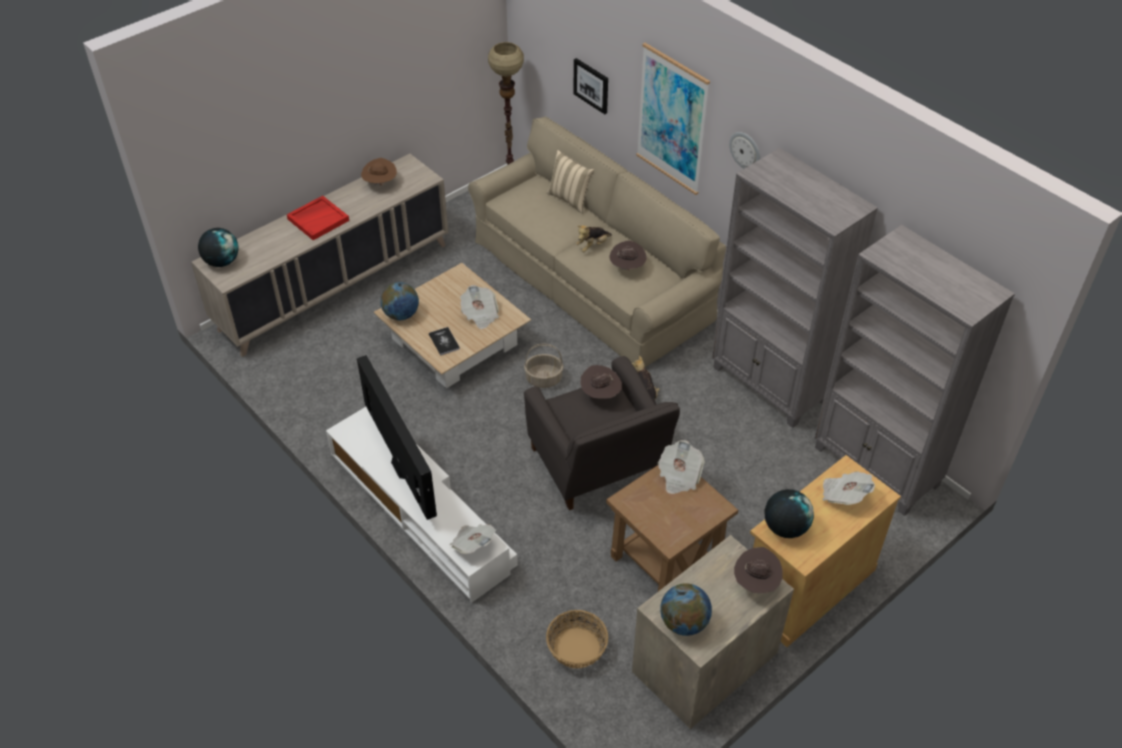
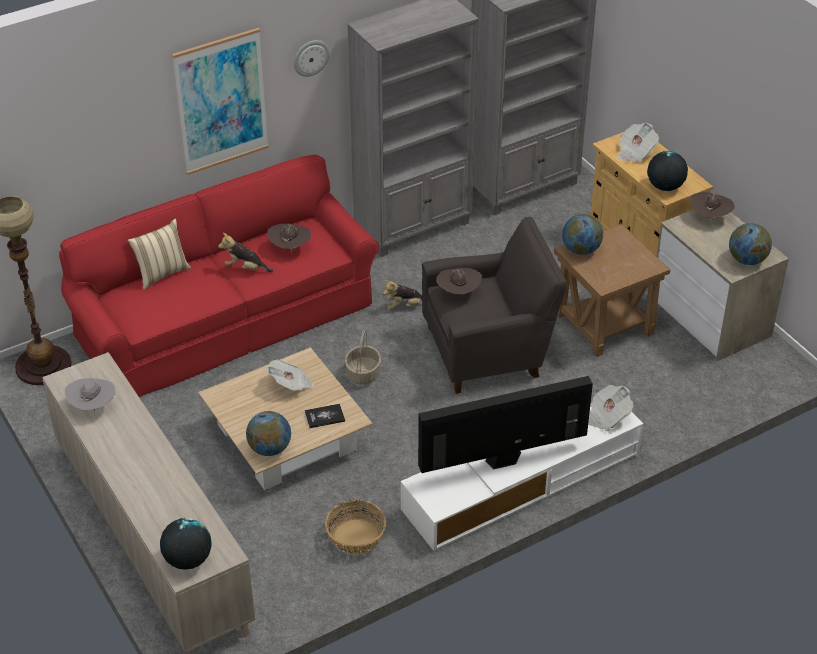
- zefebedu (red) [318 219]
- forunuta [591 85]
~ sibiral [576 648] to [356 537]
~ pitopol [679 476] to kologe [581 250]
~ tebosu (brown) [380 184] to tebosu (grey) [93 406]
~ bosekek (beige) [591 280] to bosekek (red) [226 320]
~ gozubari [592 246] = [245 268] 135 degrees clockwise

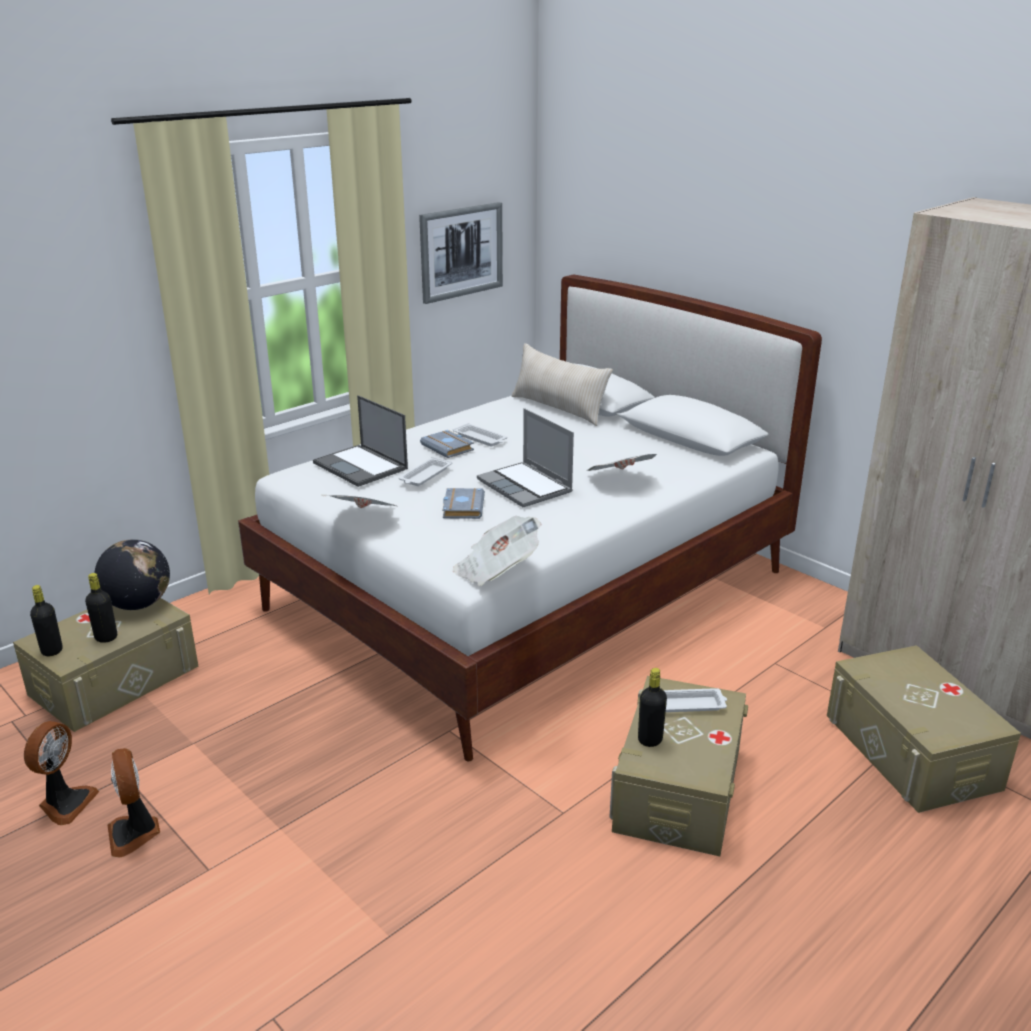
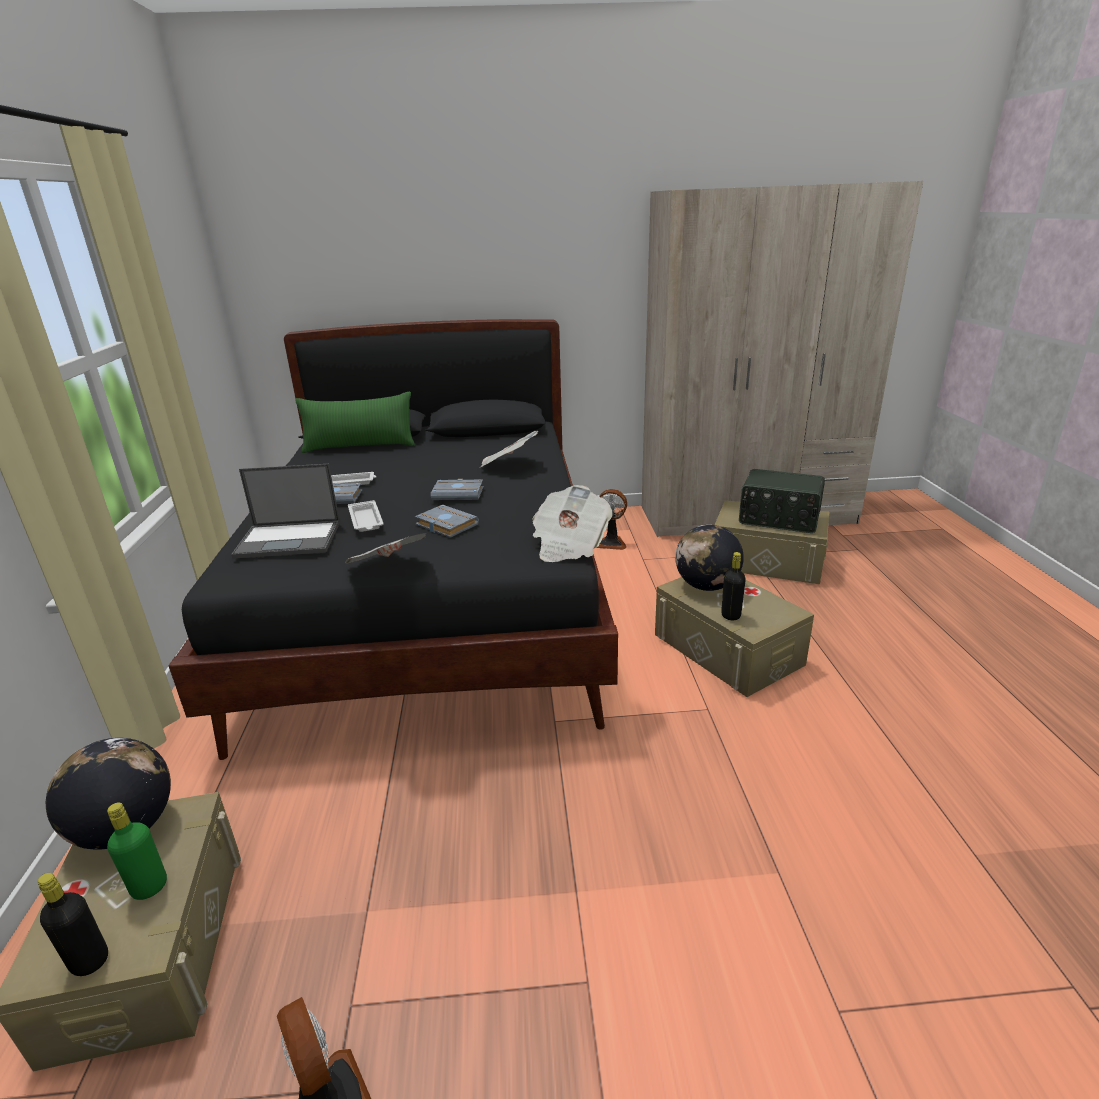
- forunuta [461 252]
+ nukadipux [779 519]
~ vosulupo [134 833] to [611 543]
~ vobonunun [526 486] to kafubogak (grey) [459 493]
~ zefebedu (white) [689 704] to kologe [706 586]
~ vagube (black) [106 637] to vagube (green) [149 887]
~ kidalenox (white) [529 590] to kidalenox (black) [434 604]
~ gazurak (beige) [558 409] to gazurak (green) [360 447]

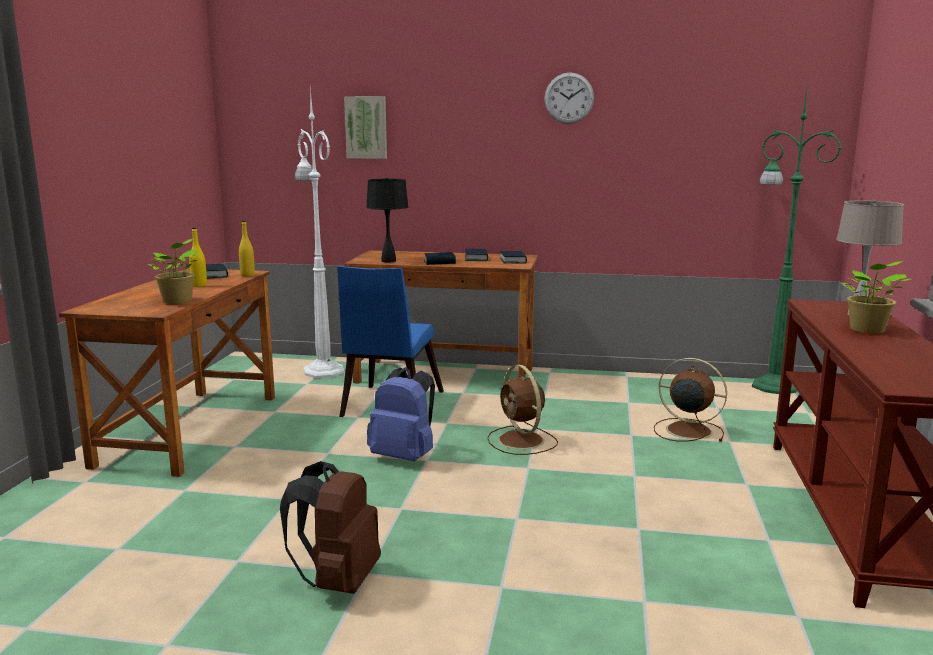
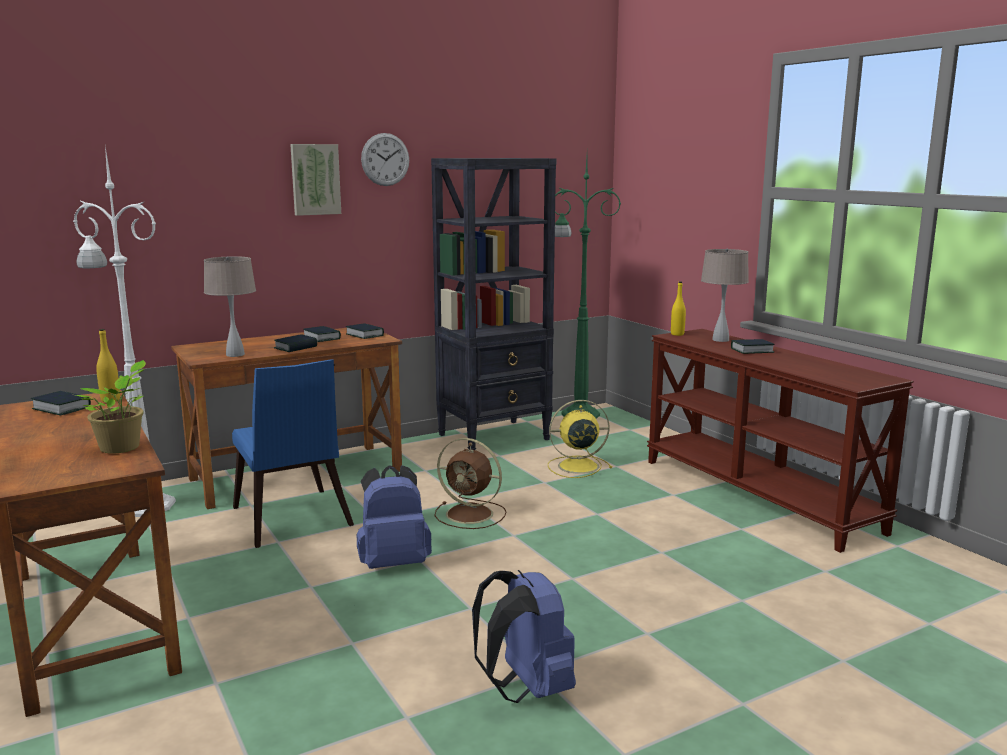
+ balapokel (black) [495 437]
~ vagube (yellow) [199 285] to [677 334]
~ forunuta [366 127] to [315 179]
~ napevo [867 330] to kafubogak [752 350]
~ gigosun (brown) [337 581] to gigosun (blue) [526 689]
~ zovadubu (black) [388 261] to zovadubu (beige) [235 354]
~ vosulupo (brown) [686 430] to vosulupo (yellow) [576 466]

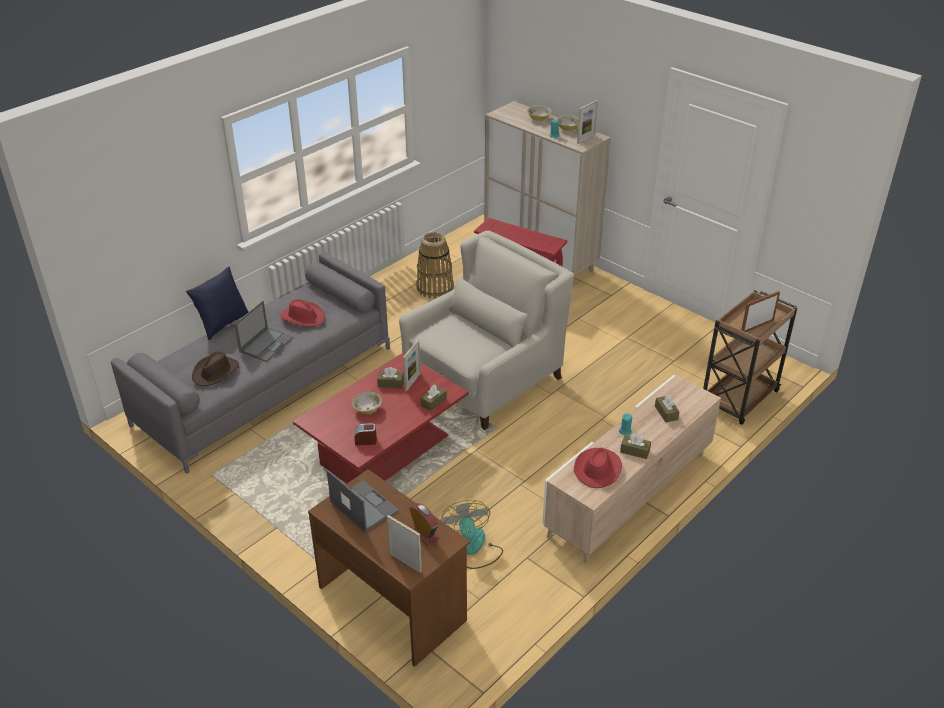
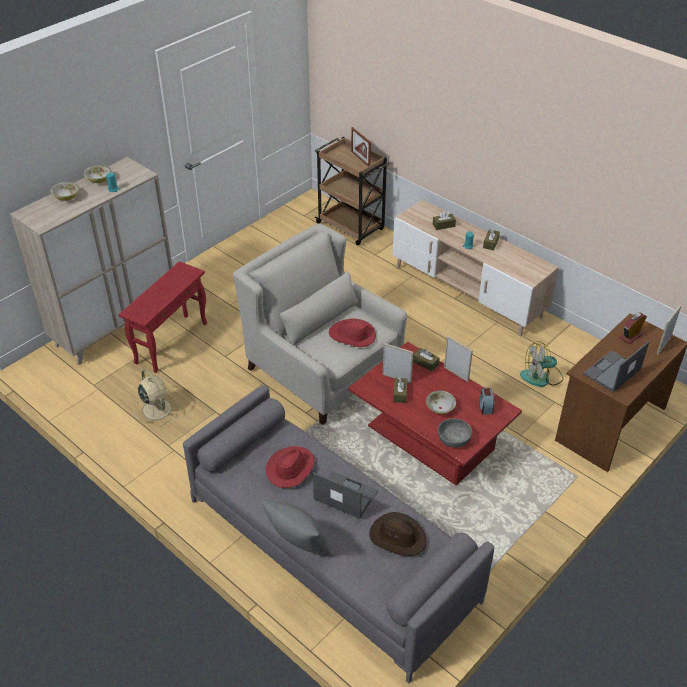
+ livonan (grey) [453 439]
~ tebosu (red) [597 469] to [352 335]
~ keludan [586 139] to [456 374]
~ sibiral [435 288] to vosulupo (beige) [156 408]
~ gazurak (blue) [222 324] to gazurak (grey) [298 548]

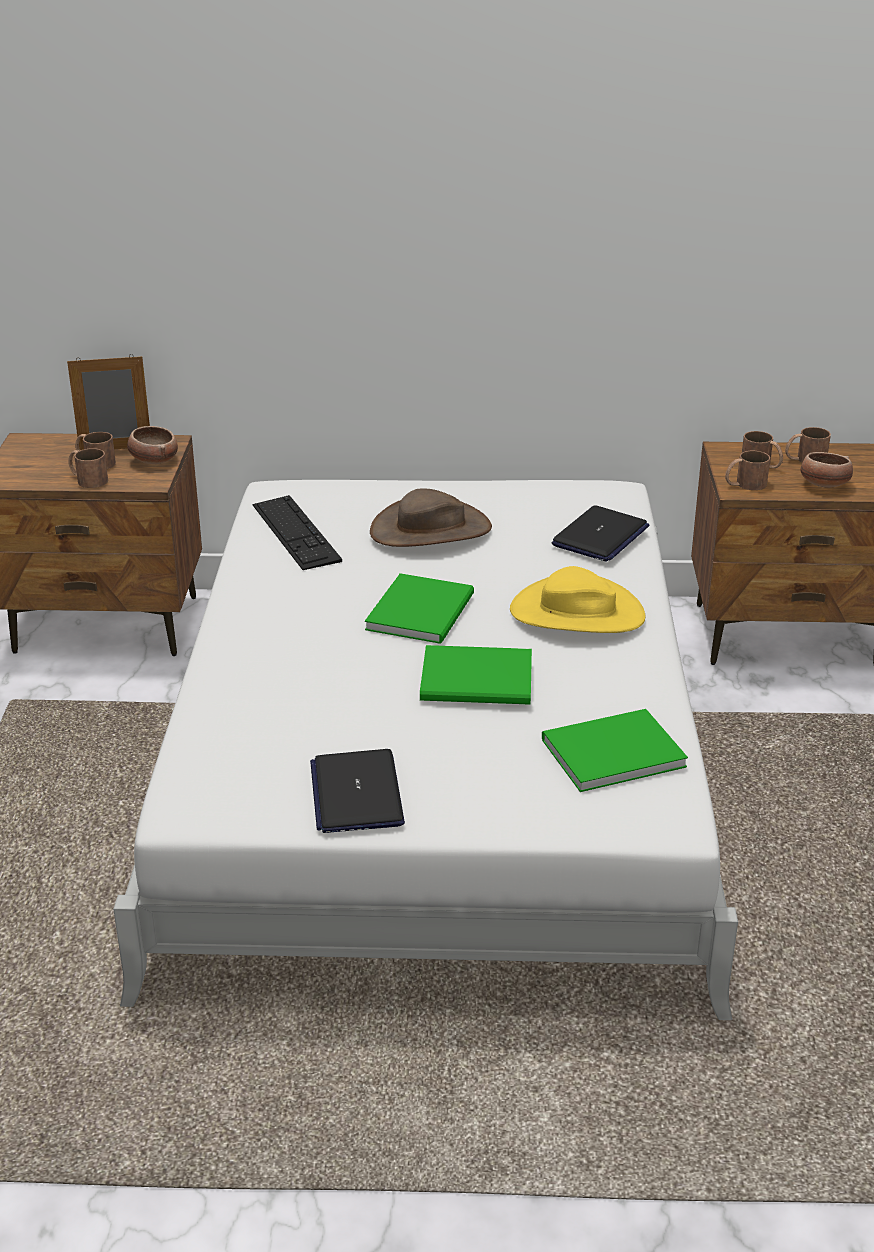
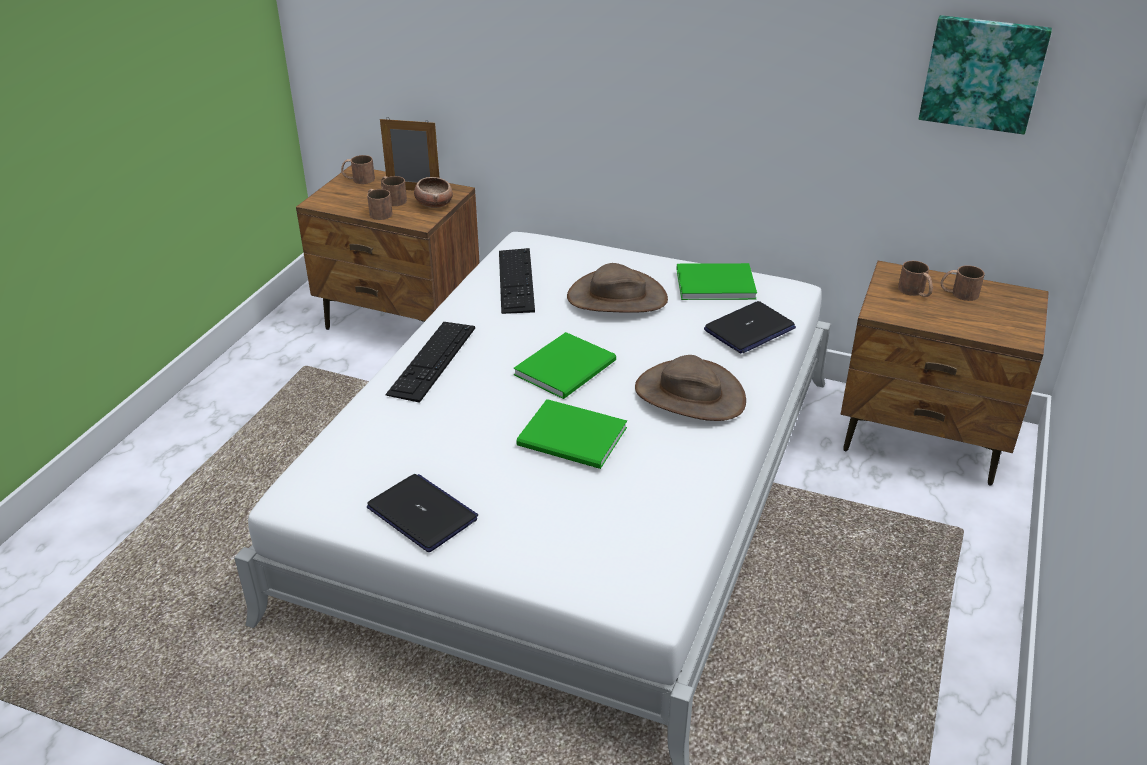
- livonan [823 485]
+ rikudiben [432 360]
+ forunuta [983 73]
~ kafubogak (green) [608 752] to [712 283]
~ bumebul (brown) [744 484] to [358 179]
~ tebosu (yellow) [576 613] to tebosu (brown) [689 395]
~ vobonunun [356 793] = [423 514] 120 degrees clockwise

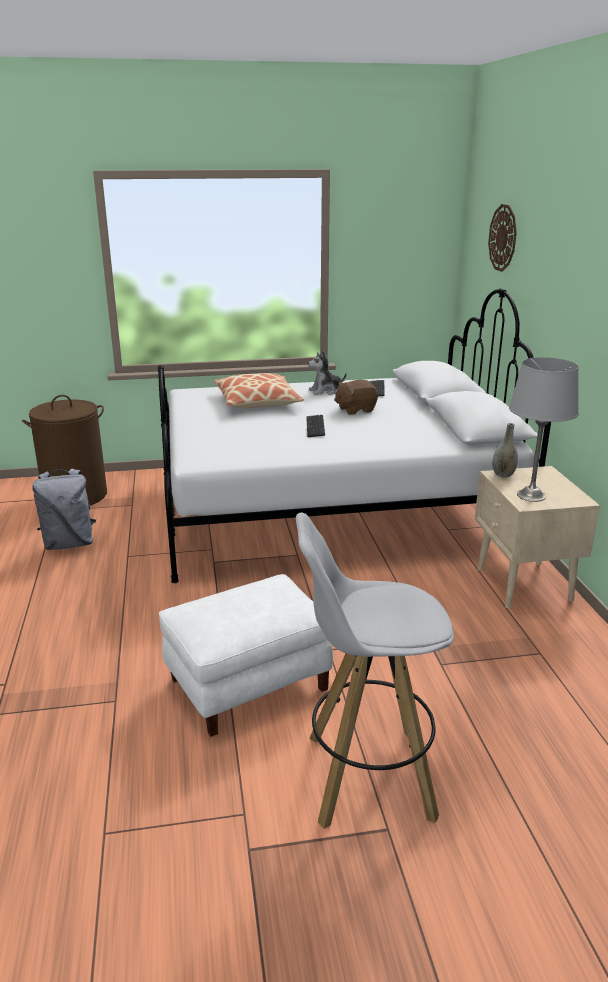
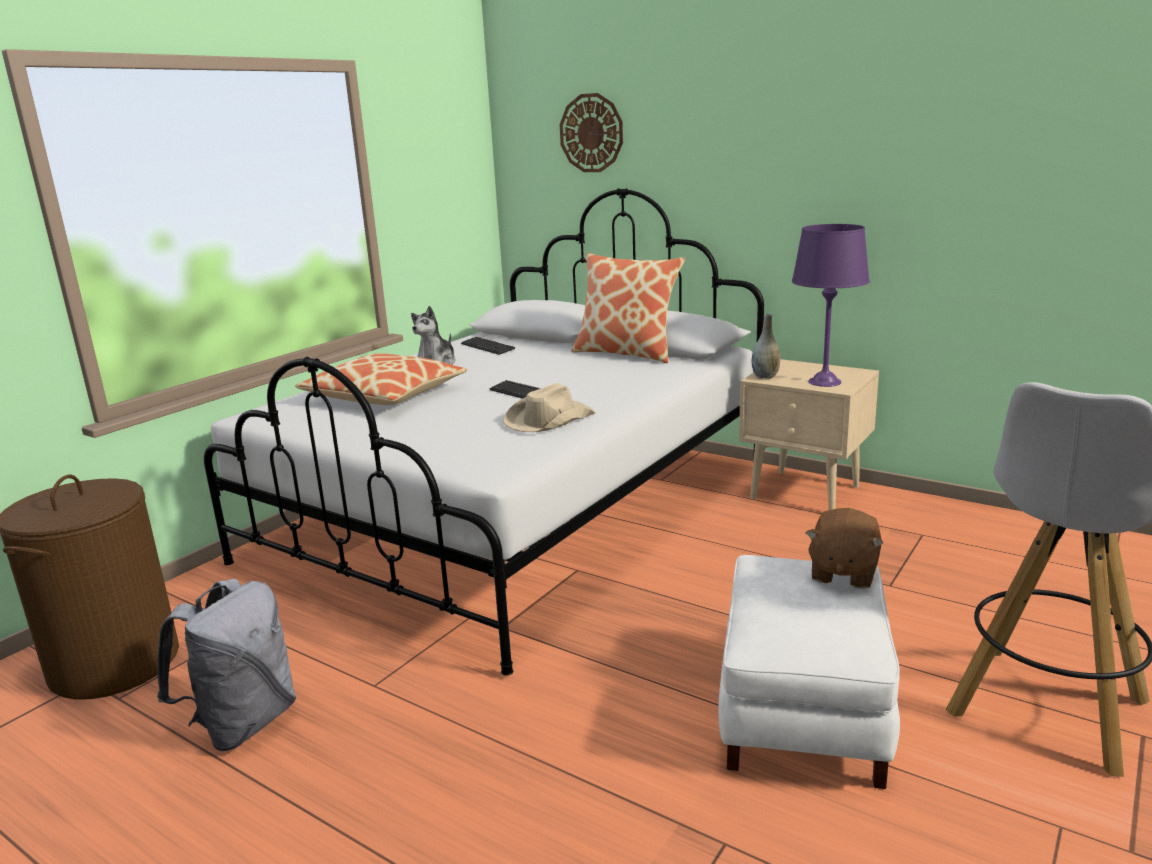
+ tebosu (beige) [548 420]
+ gazurak [627 353]
~ gozubari (brown) [355 410] to [842 573]
~ zovadubu (grey) [530 495] to zovadubu (purple) [824 382]

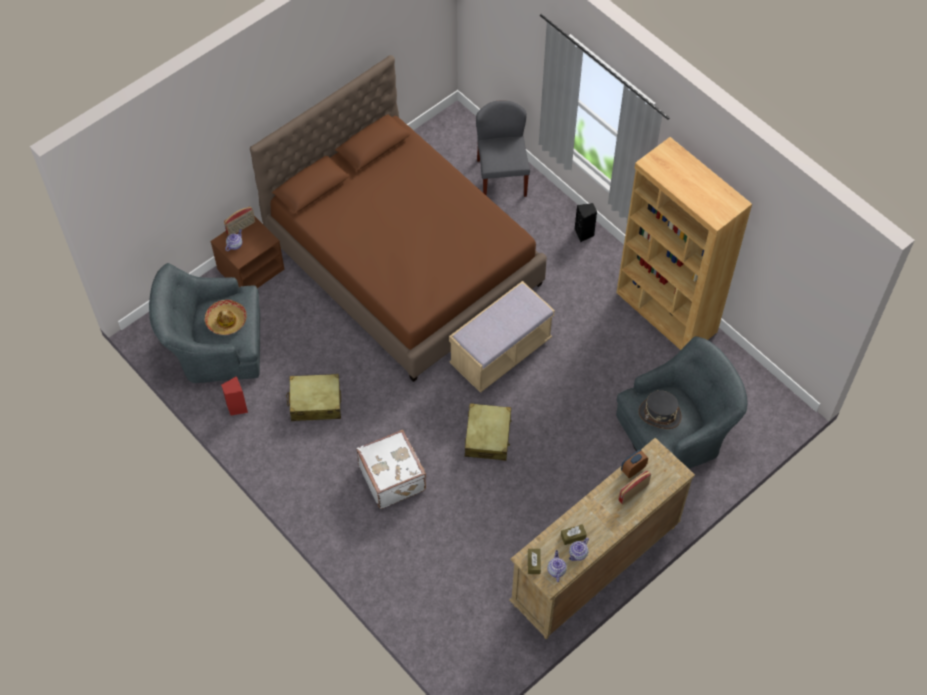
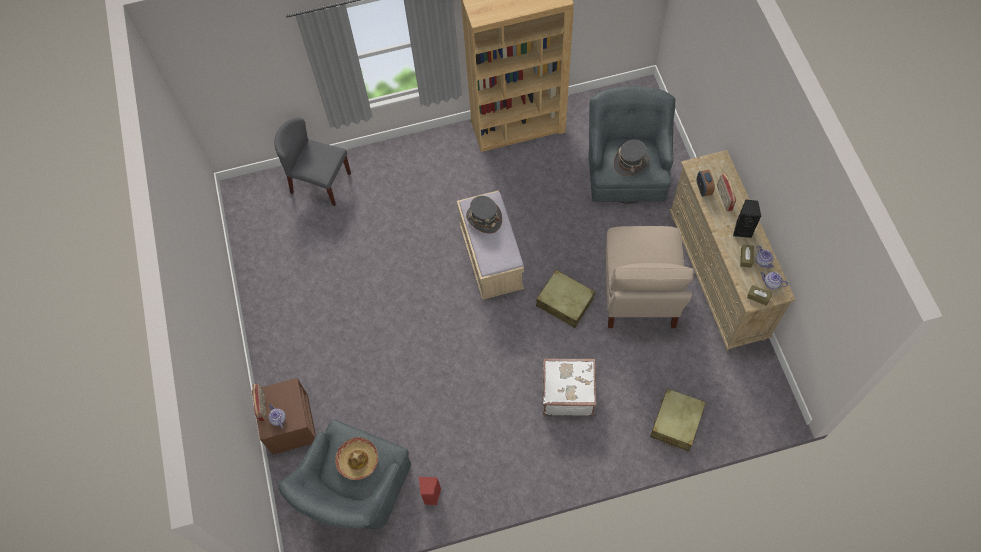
- kidalenox (brown) [403 260]
+ tebosu (grey) [484 218]
+ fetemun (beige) [639 294]
~ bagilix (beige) [315 402] to [676 423]
~ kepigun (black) [584 234] to [742 230]

